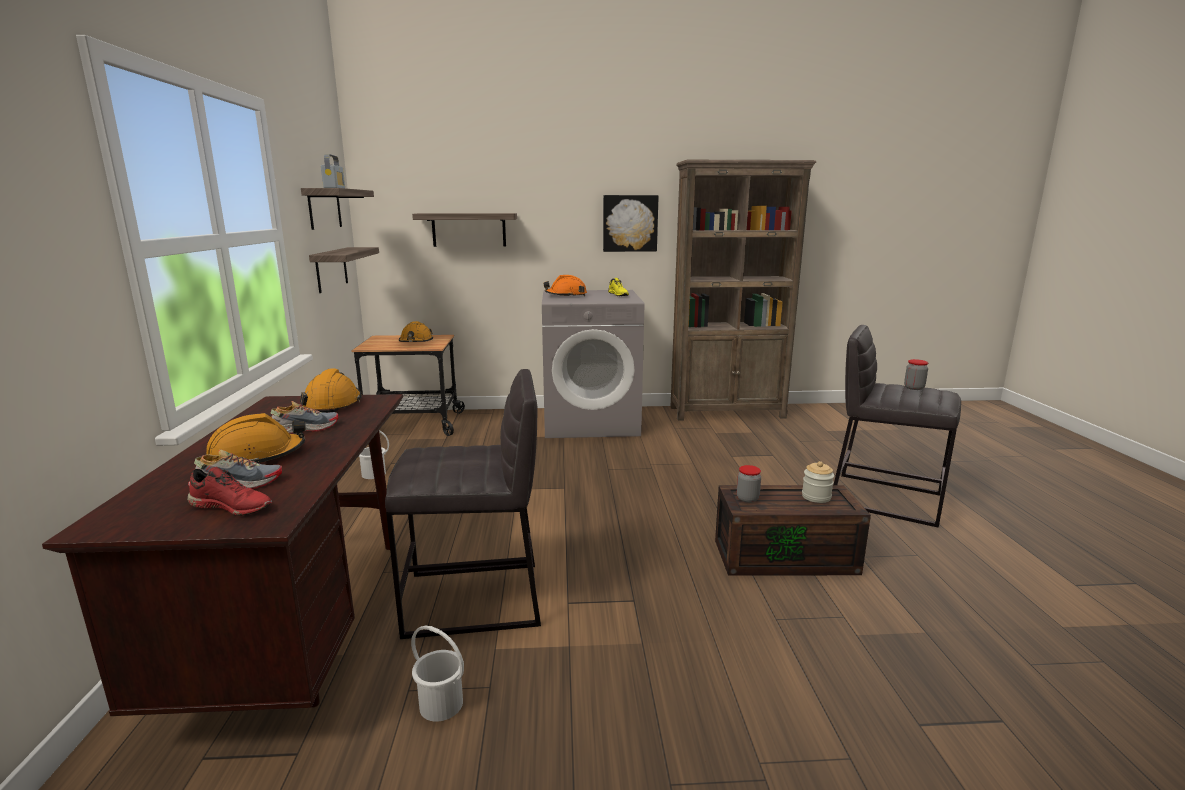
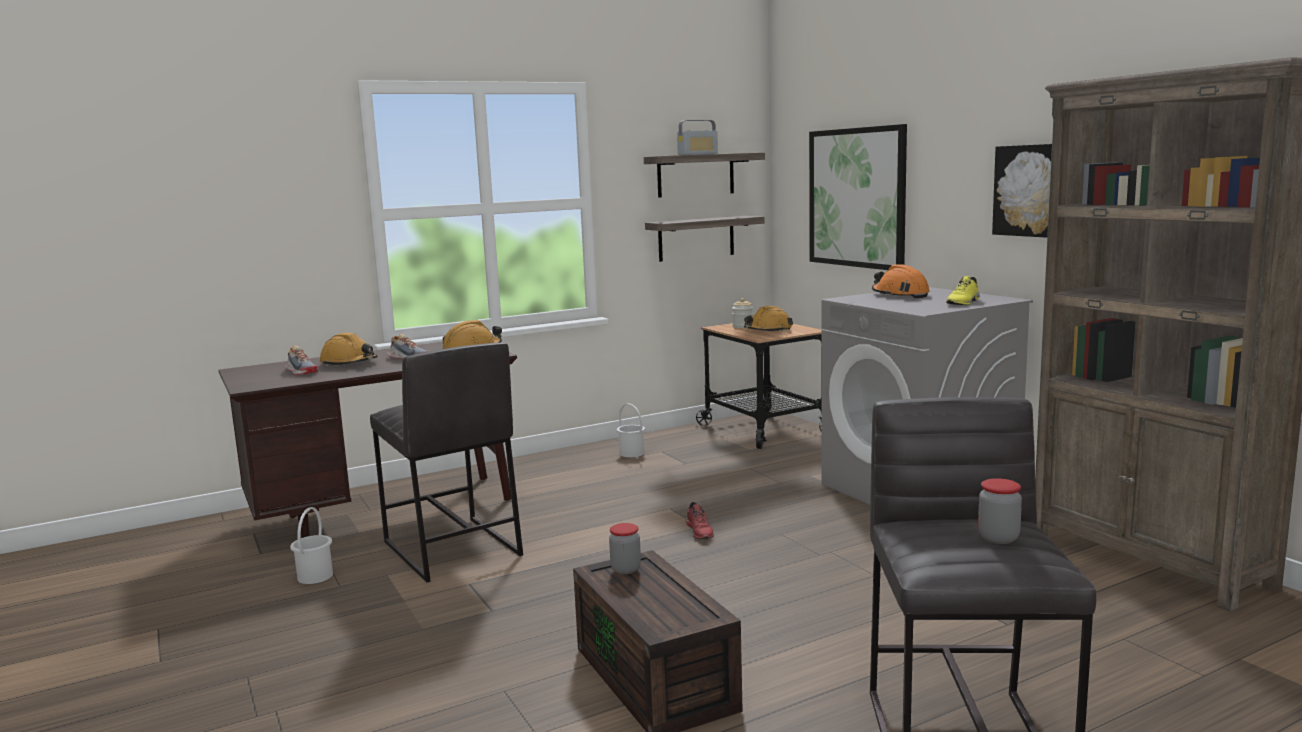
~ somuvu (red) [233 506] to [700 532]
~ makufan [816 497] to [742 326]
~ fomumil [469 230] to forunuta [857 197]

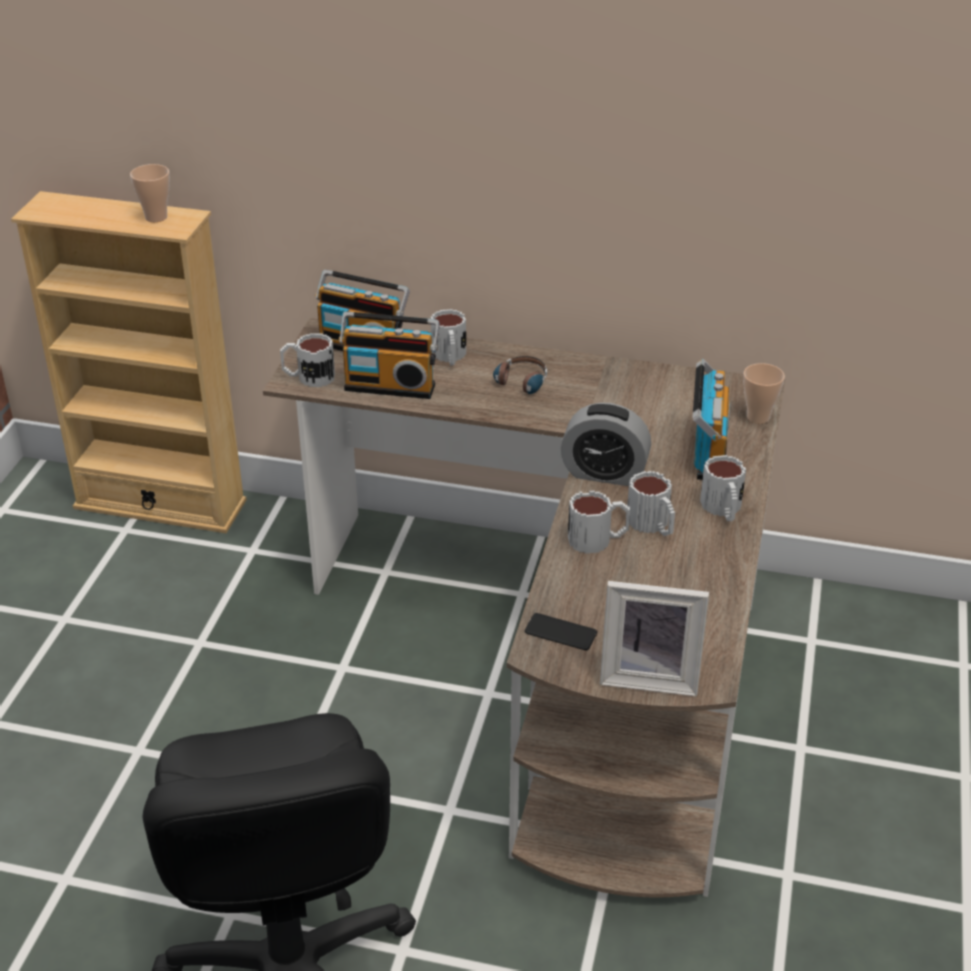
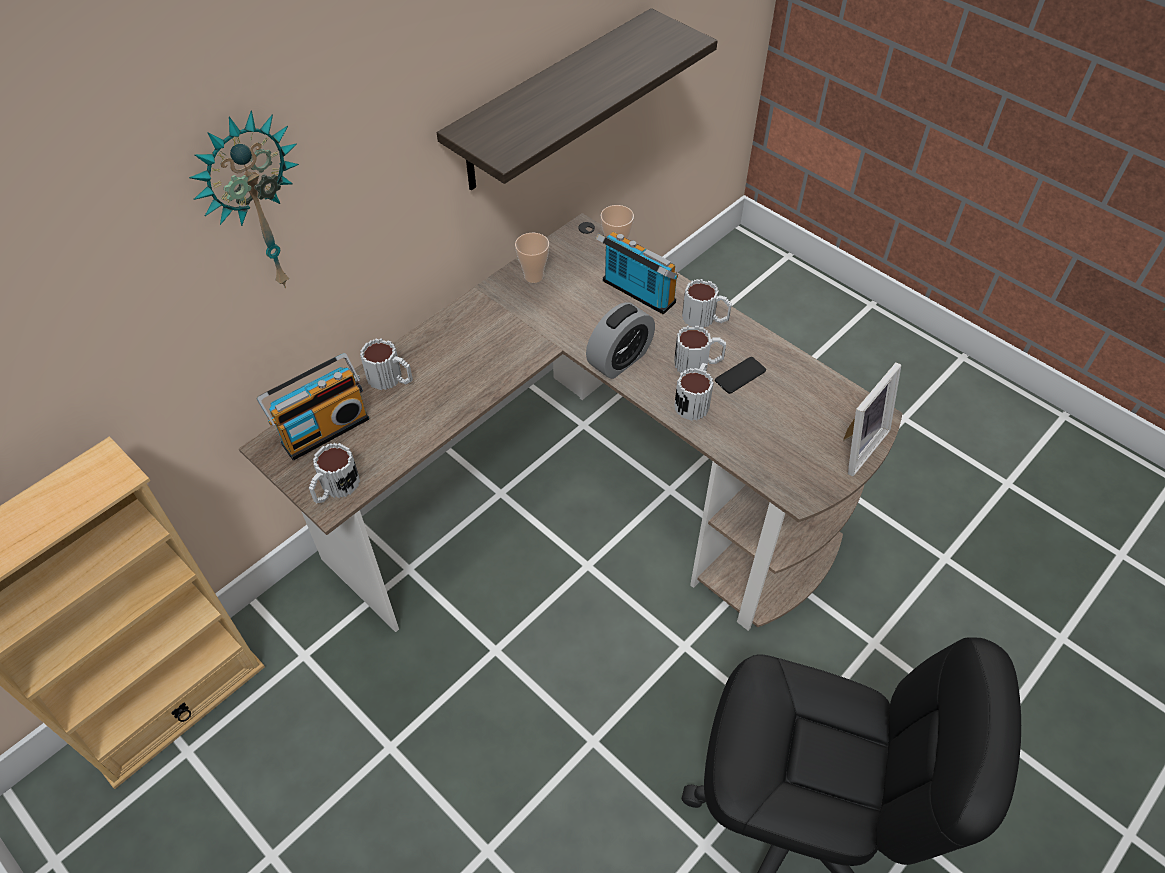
- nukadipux [391 385]
- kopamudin [518 386]
+ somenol [254 205]
+ fomumil [551 102]
~ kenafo [156 217] to [533 276]
~ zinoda [560 632] to [740 375]

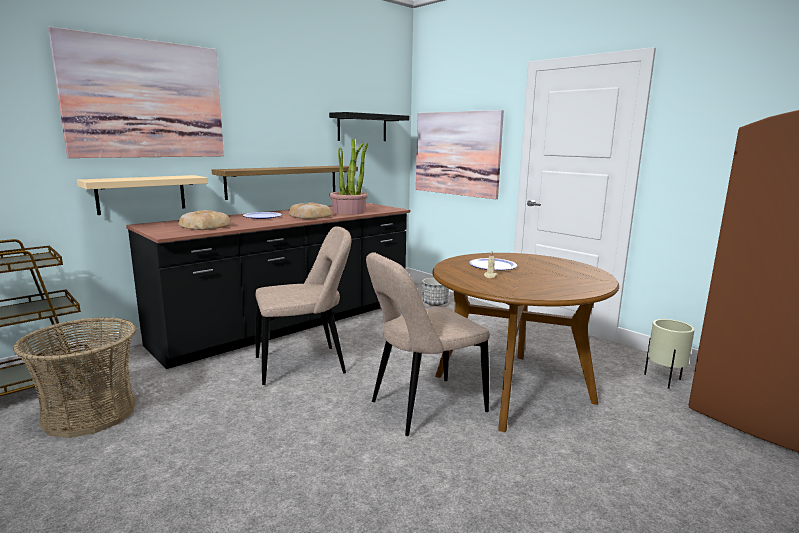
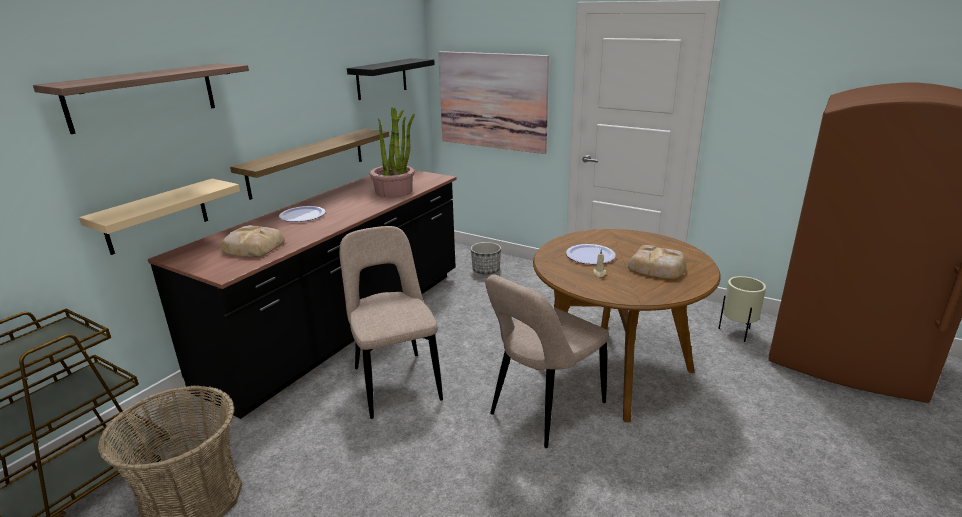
~ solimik [310 216] to [657 268]
~ forunuta [145 99] to fomumil [143 96]
~ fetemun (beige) [305 365] = [395 381] 75 degrees counterclockwise

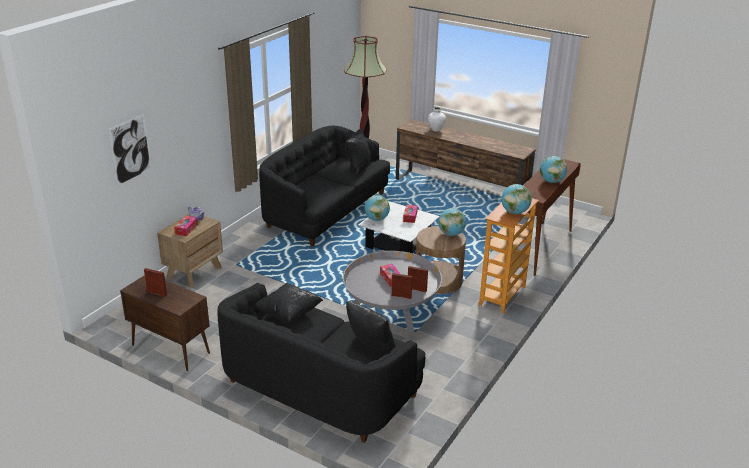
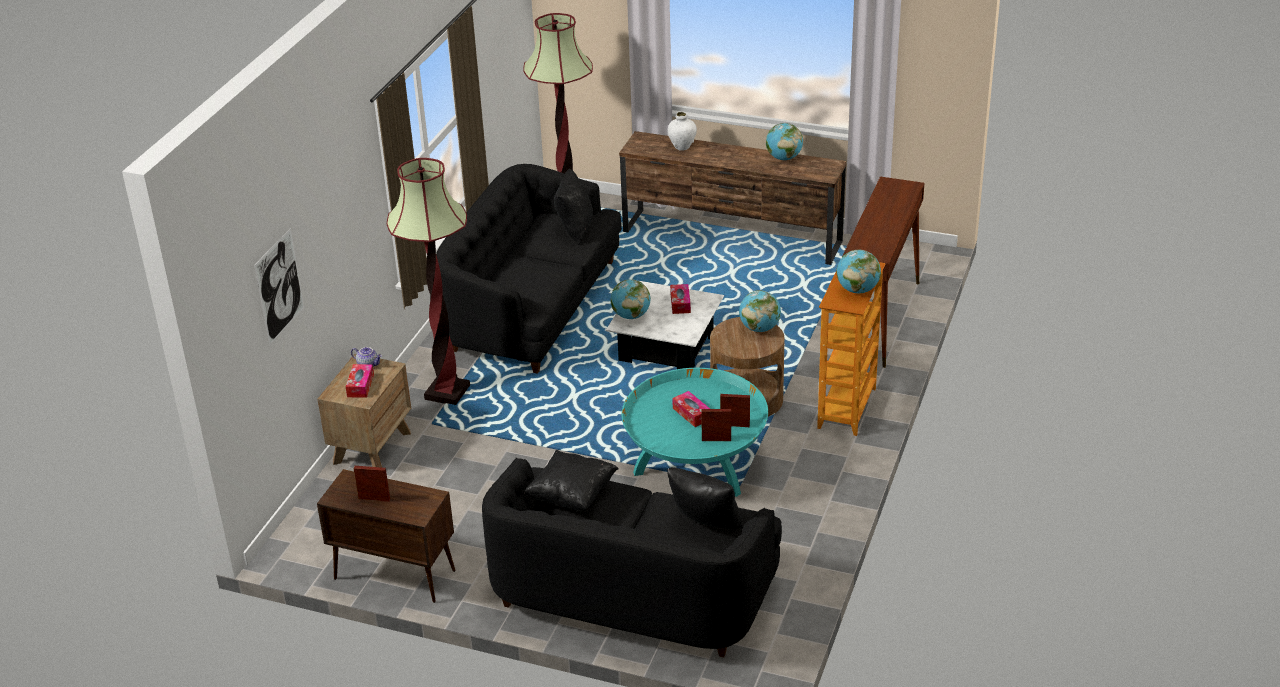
+ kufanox [447 392]
~ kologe [551 181] to [784 158]
~ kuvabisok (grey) [391 314] to kuvabisok (turquoise) [695 465]

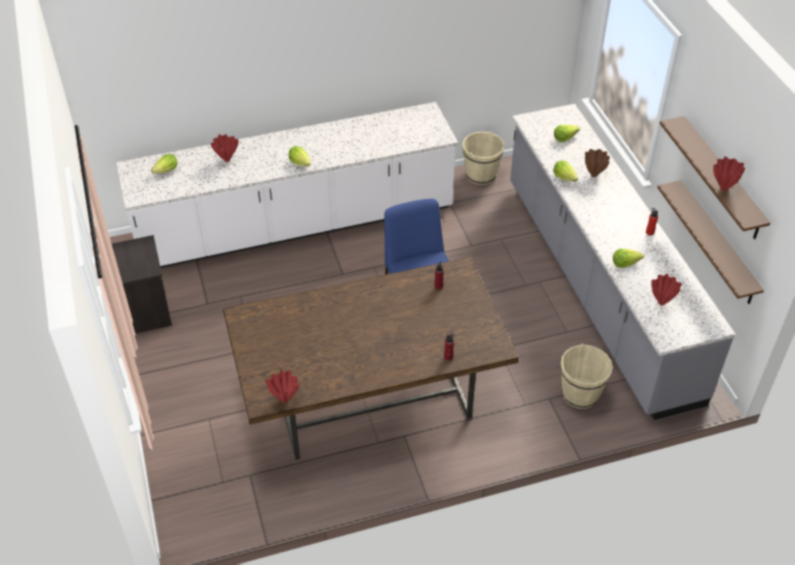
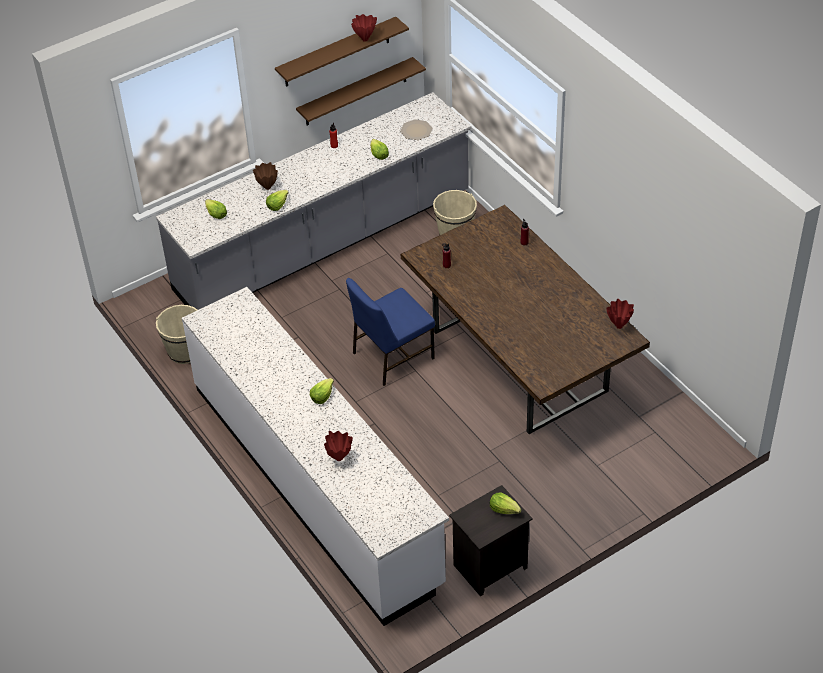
~ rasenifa [166 171] to [504 509]
~ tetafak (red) [661 302] to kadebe [416 130]

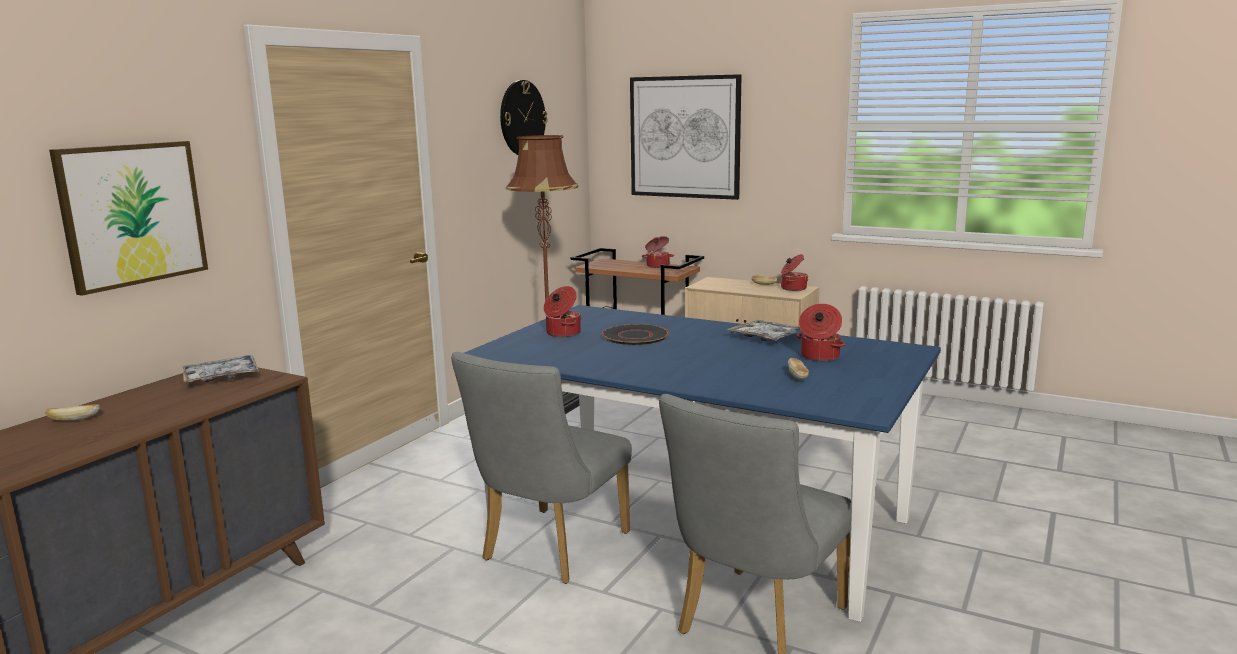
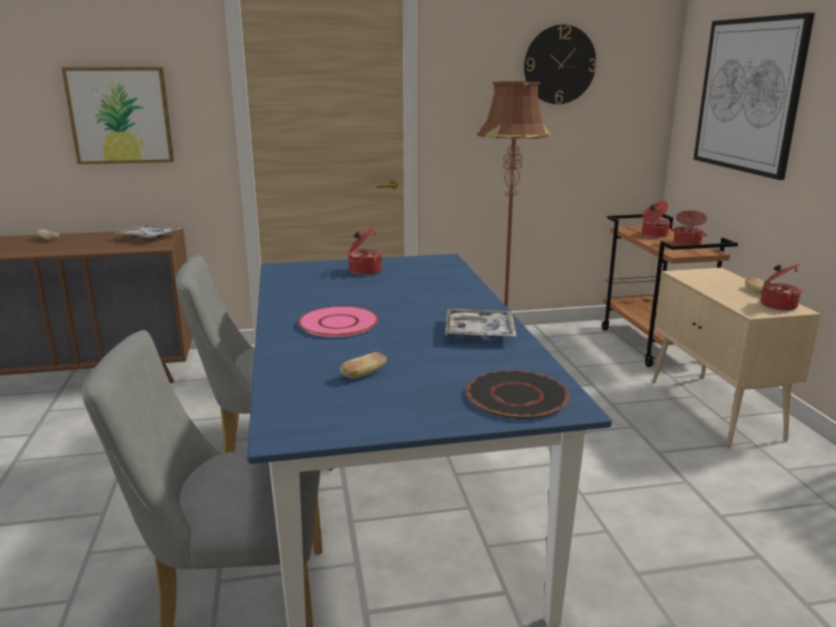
+ kadebe (pink) [338 323]
~ kadebe (black) [635 336] to [516 396]
~ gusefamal [819 356] to [653 235]

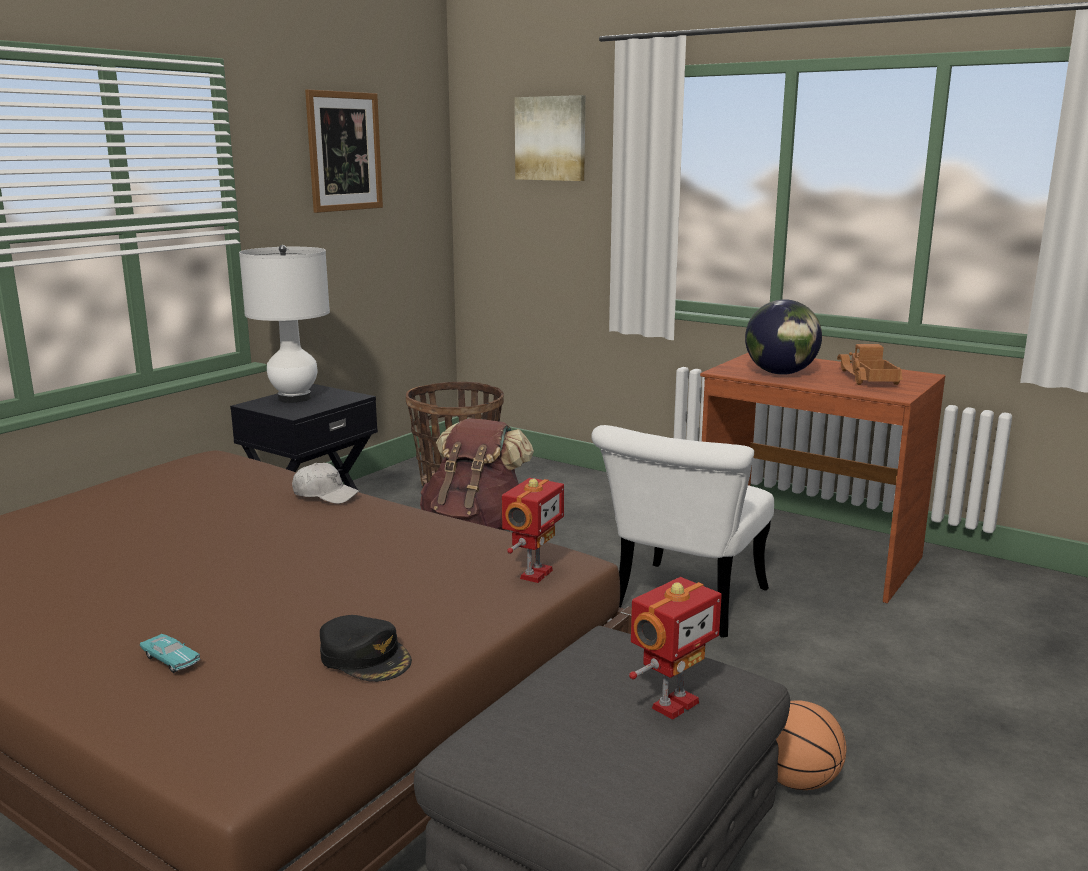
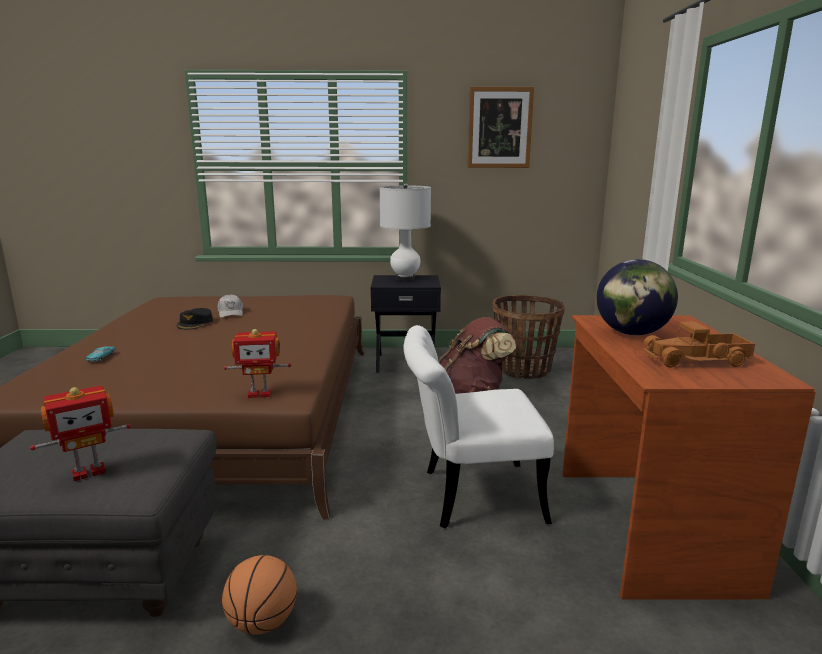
- forunuta [551 138]
~ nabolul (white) [325 494] to [231 313]
~ nabolul (black) [365 657] to [195 323]
~ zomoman [672 704] = [89 471] 45 degrees counterclockwise
~ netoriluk [867 378] = [696 360] 150 degrees counterclockwise

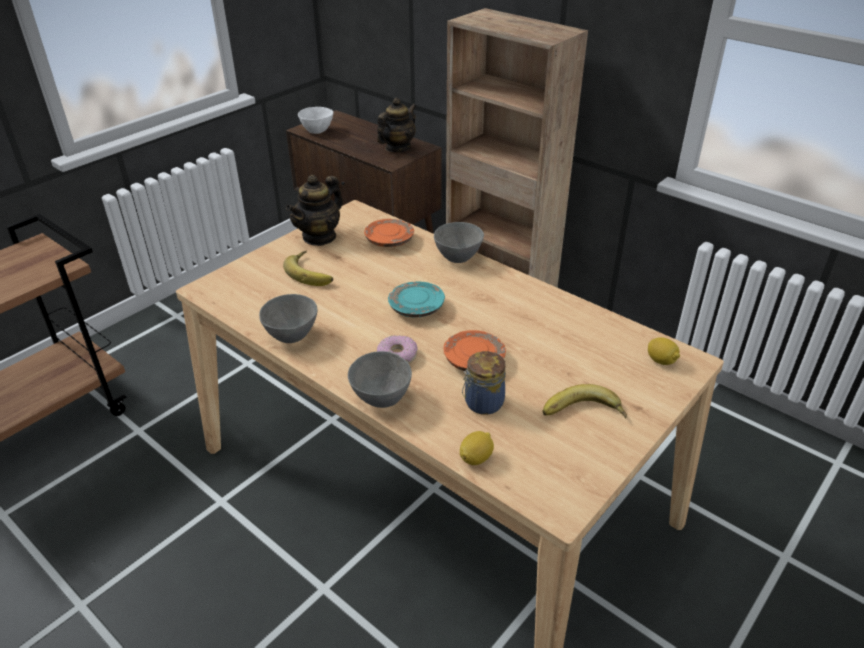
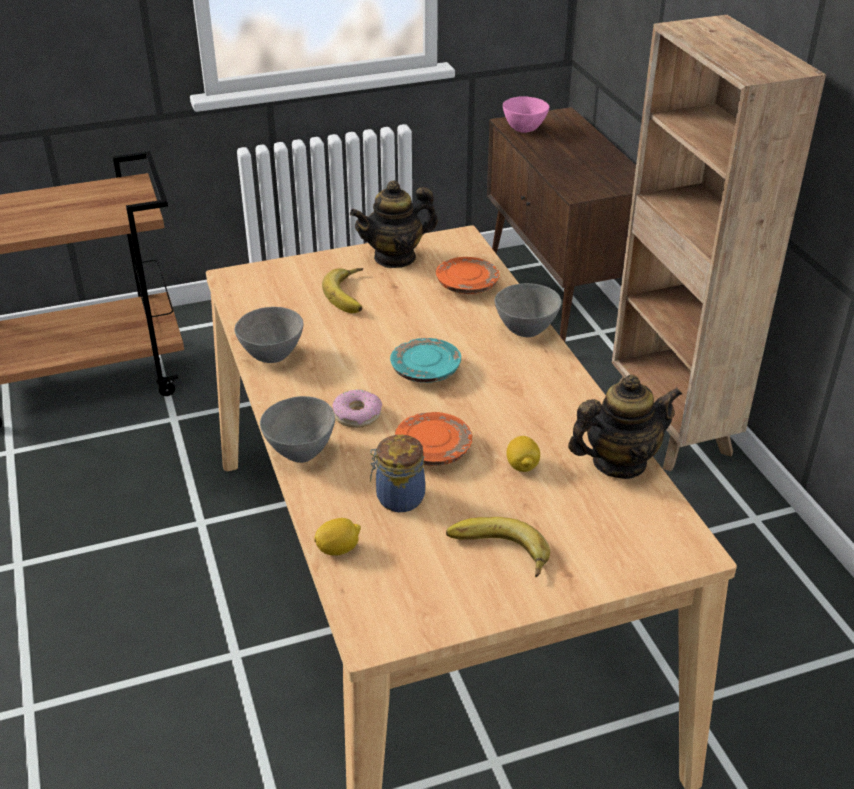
~ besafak [397 148] to [619 462]
~ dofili [661 361] to [522 466]
~ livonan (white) [317 131] to livonan (pink) [525 129]

